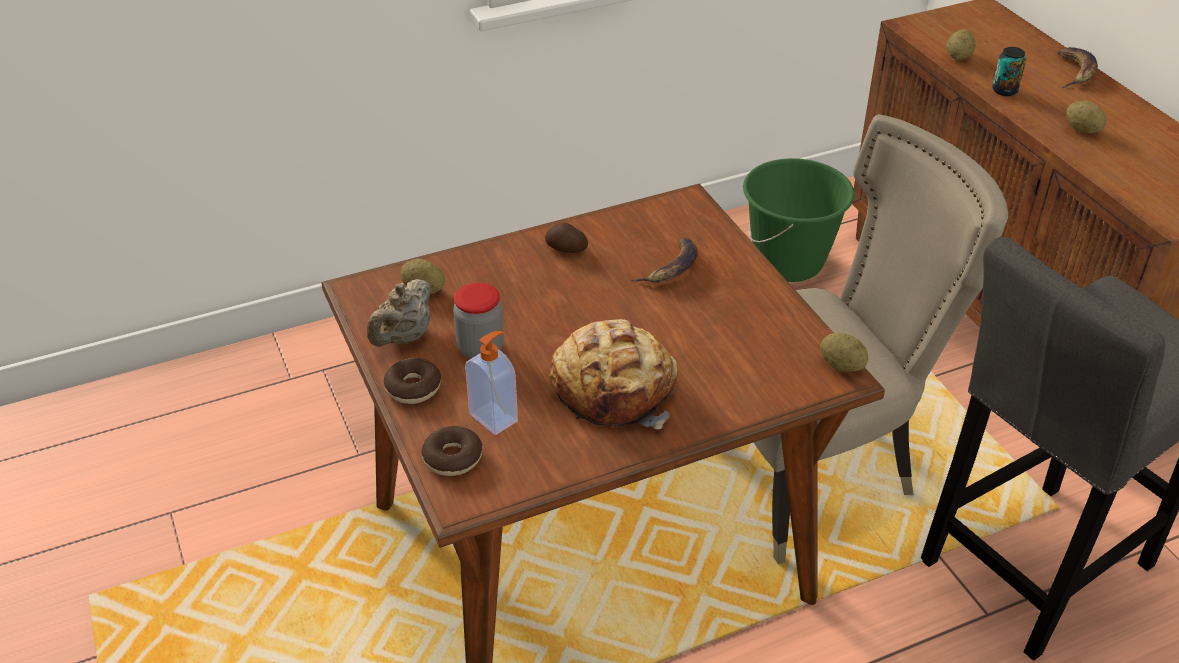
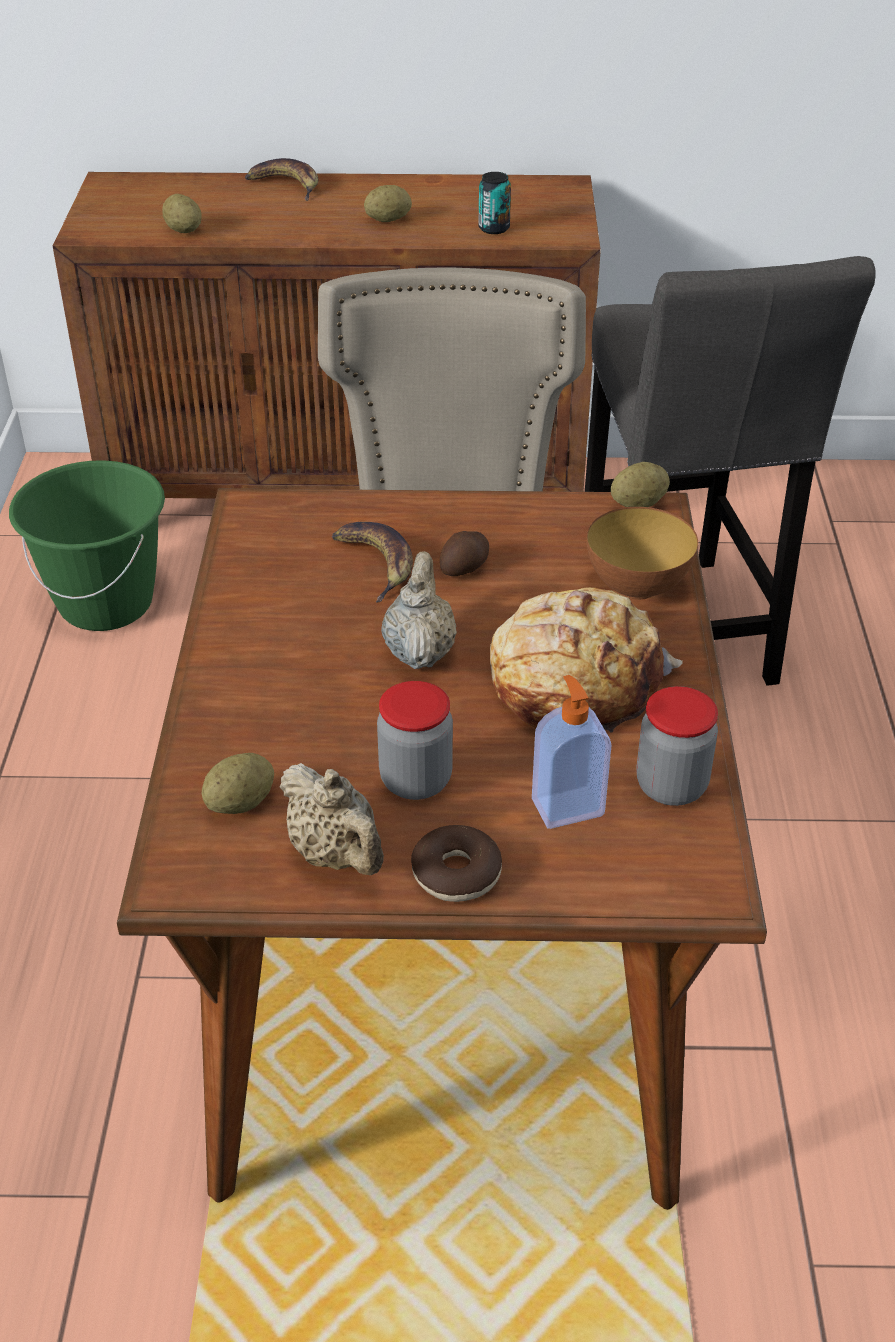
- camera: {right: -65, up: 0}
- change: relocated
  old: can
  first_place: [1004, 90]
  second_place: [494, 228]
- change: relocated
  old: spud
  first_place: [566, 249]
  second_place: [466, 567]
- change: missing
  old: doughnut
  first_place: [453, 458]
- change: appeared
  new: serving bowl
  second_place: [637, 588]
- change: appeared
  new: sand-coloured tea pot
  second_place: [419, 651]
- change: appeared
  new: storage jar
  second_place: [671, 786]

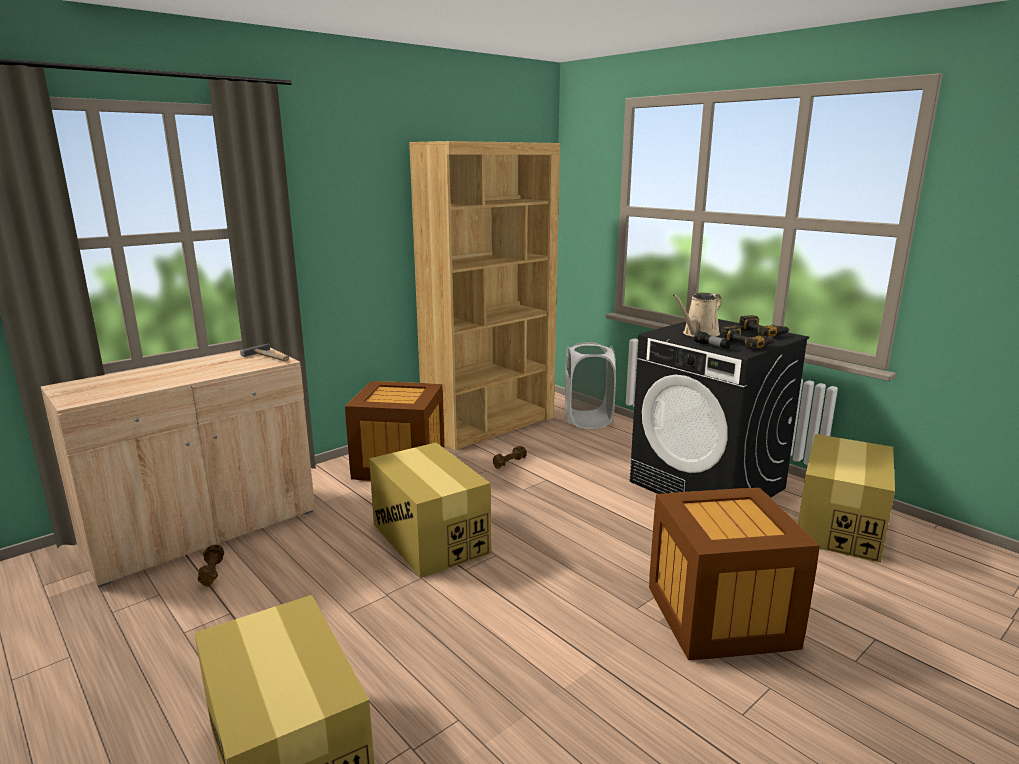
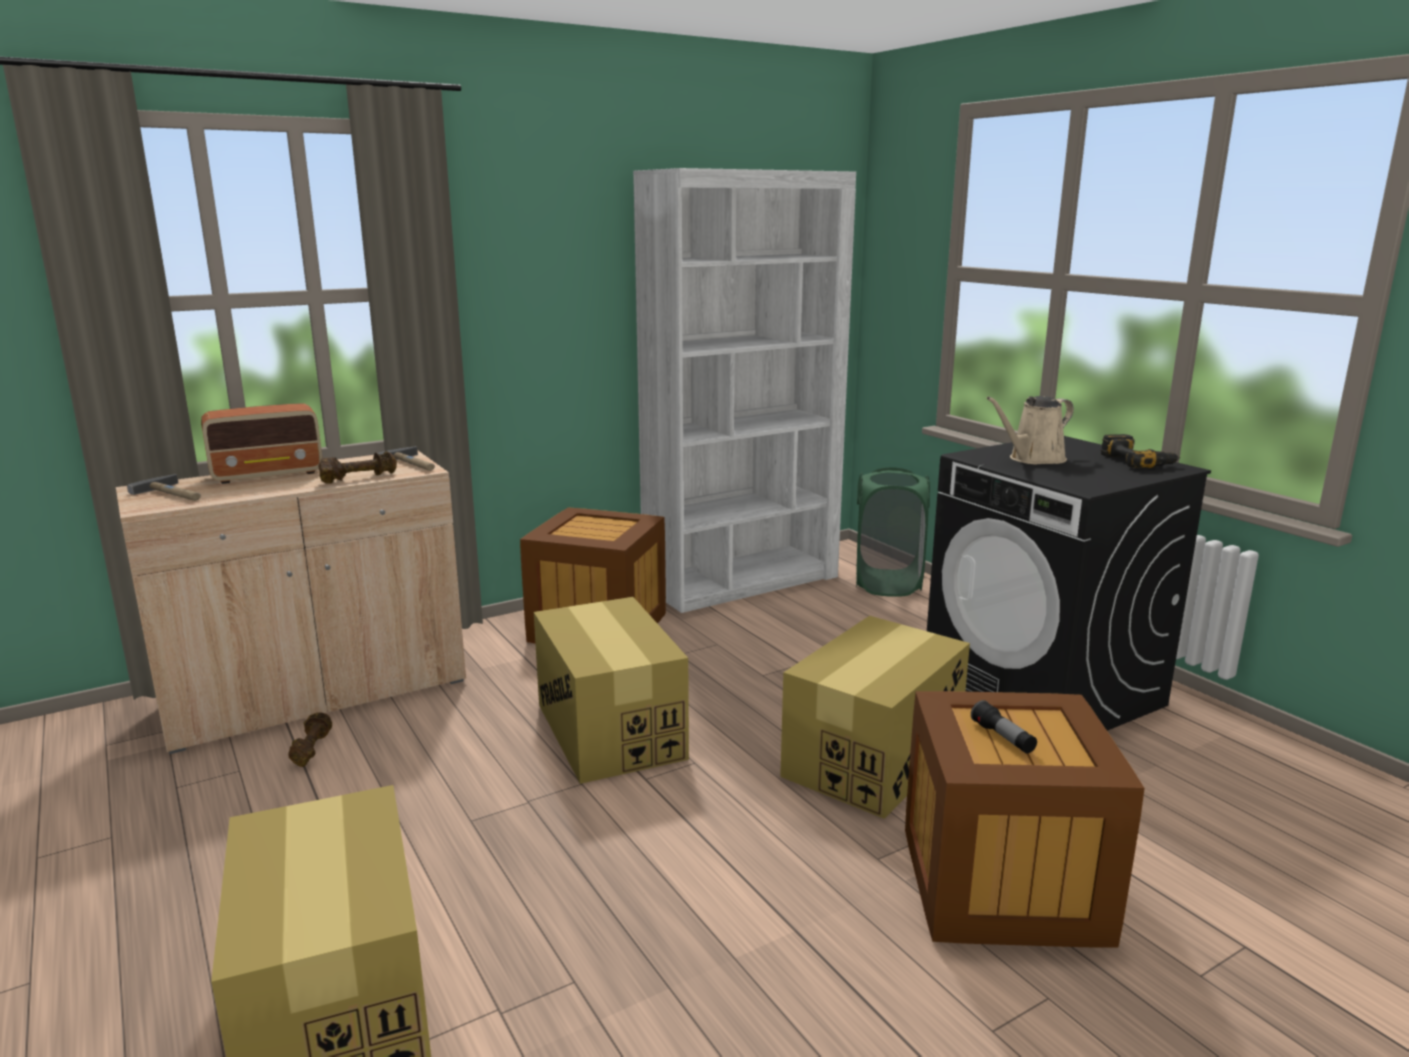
- camera: {right: 10, up: 0}
- change: colour
  old: brown shelving unit
  new: whitish shelving unit
  first_place: [490, 425]
  second_place: [742, 581]
- change: missing
  old: electric drill
  first_place: [747, 343]
- change: relocated
  old: hand torch
  first_place: [711, 346]
  second_place: [1002, 738]
- change: colour
  old: whitish laundry basket
  new: green-coloured laundry basket
  first_place: [588, 420]
  second_place: [888, 583]
- change: relocated
  old: packing box
  first_place: [839, 525]
  second_place: [873, 758]
- change: relocated
  old: brown hand weight
  first_place: [509, 463]
  second_place: [359, 478]
- change: appeared
  new: radio
  second_place: [269, 474]
- change: appeared
  new: tool hammer
  second_place: [174, 494]

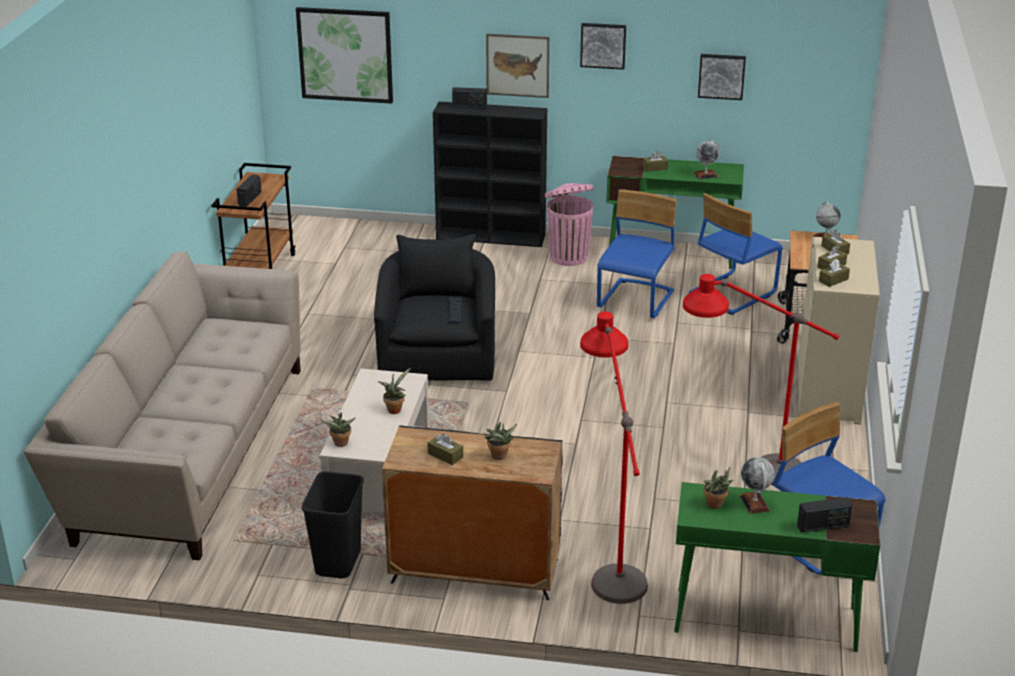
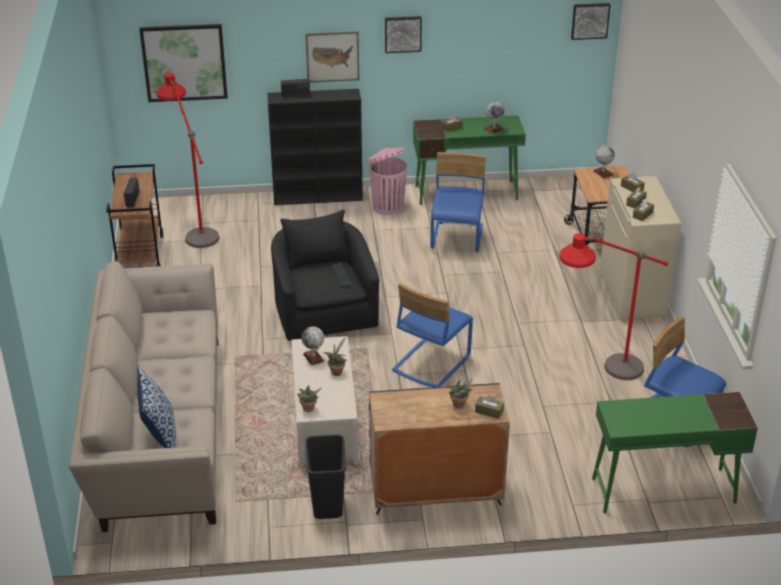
- camera: {right: -15, up: 5}
- change: relocated
  old: picture
  first_place: [721, 76]
  second_place: [590, 20]
- change: relocated
  old: bluish chair
  first_place: [732, 293]
  second_place: [430, 363]
- change: relocated
  old: reddish standard lamp
  first_place: [610, 559]
  second_place: [195, 226]
- change: relocated
  old: brown tissue box
  first_place: [445, 455]
  second_place: [489, 411]
- change: relocated
  old: globe
  first_place: [754, 503]
  second_place: [313, 357]
- change: missing
  old: plant in a pot
  first_place: [716, 505]
- change: missing
  old: radio
  first_place: [823, 526]
- change: appeared
  new: throw pillow
  second_place: [159, 434]

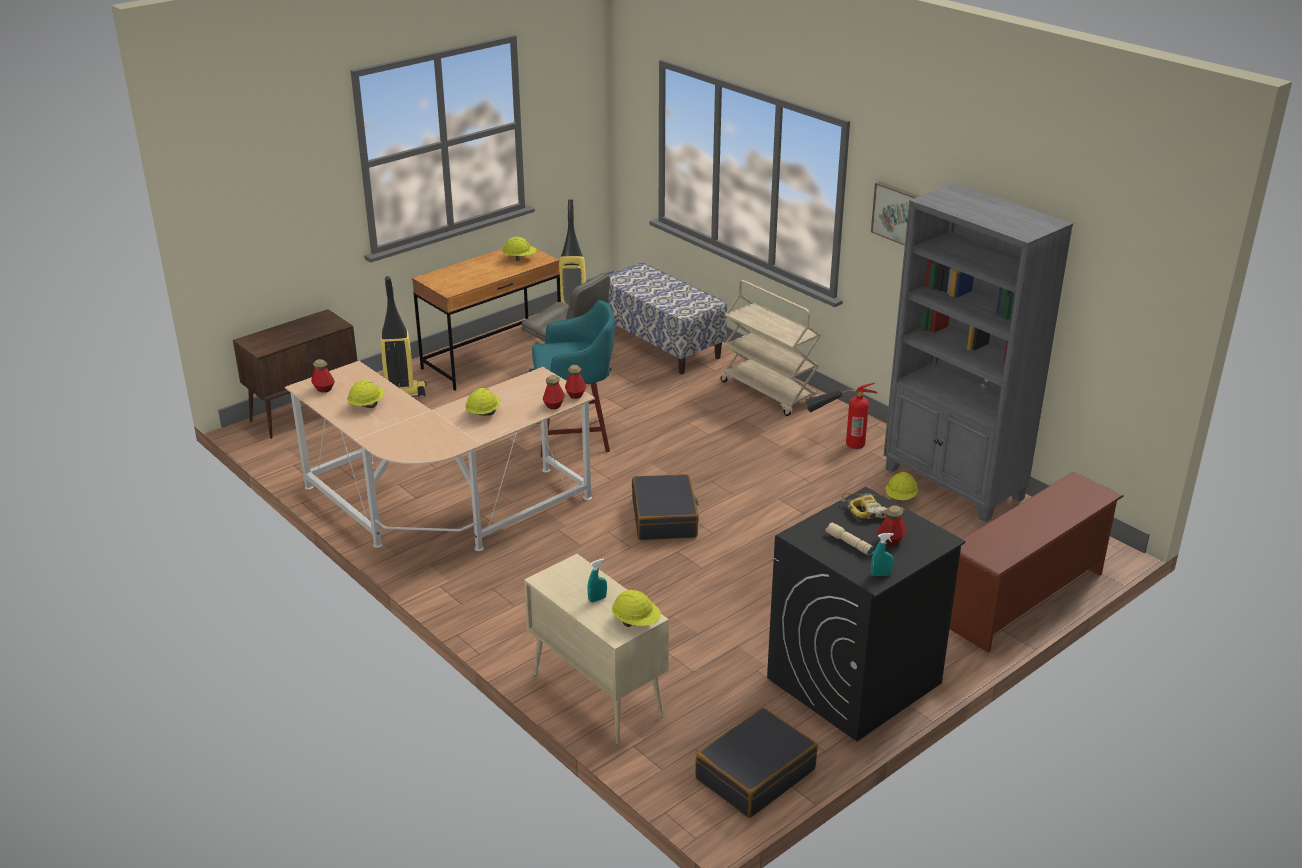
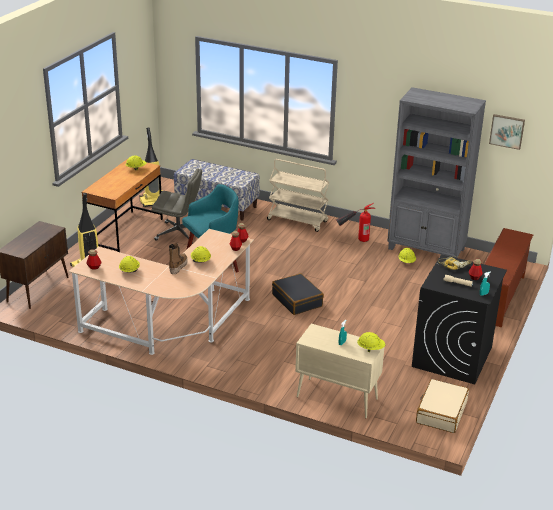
- camera: {right: -25, up: 0}
- change: relocated
  old: picture
  first_place: [897, 213]
  second_place: [507, 131]
- change: colour
  old: black travel case
  new: sand-coloured travel case
  first_place: [755, 774]
  second_place: [441, 412]
- change: appeared
  new: high-top boot
  second_place: [178, 266]

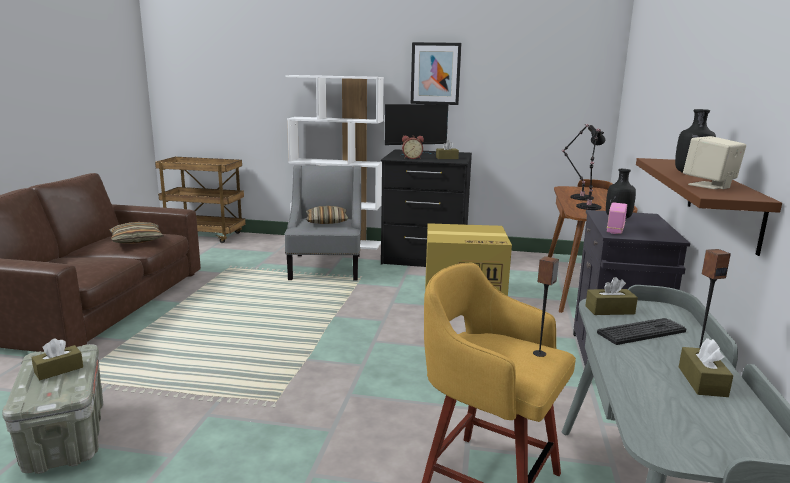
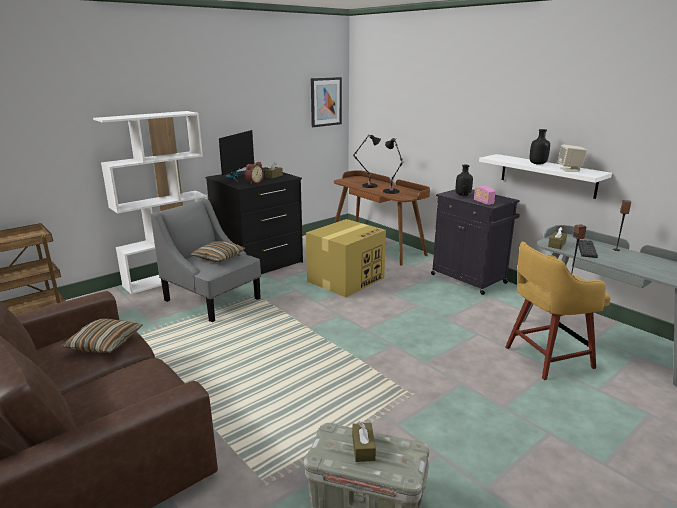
- camera: {right: -50, up: 5}
- change: relocated
  old: picture
  first_place: [435, 73]
  second_place: [326, 102]
- change: colour
  old: brown wall shelf
  new: whitish wall shelf
  first_place: [723, 202]
  second_place: [547, 175]
- change: missing
  old: brown tissue box
  first_place: [702, 381]

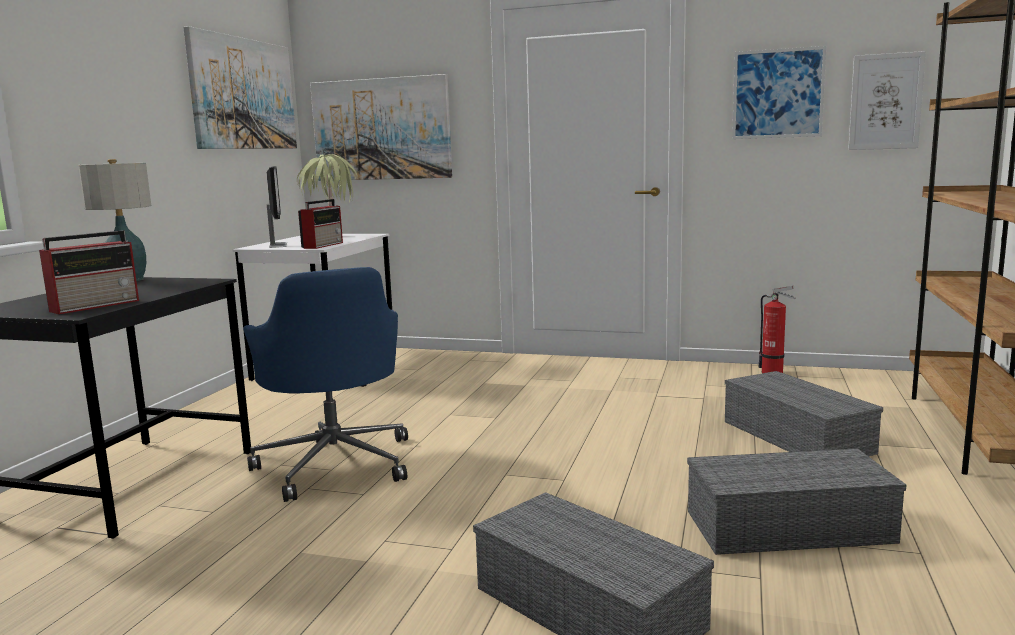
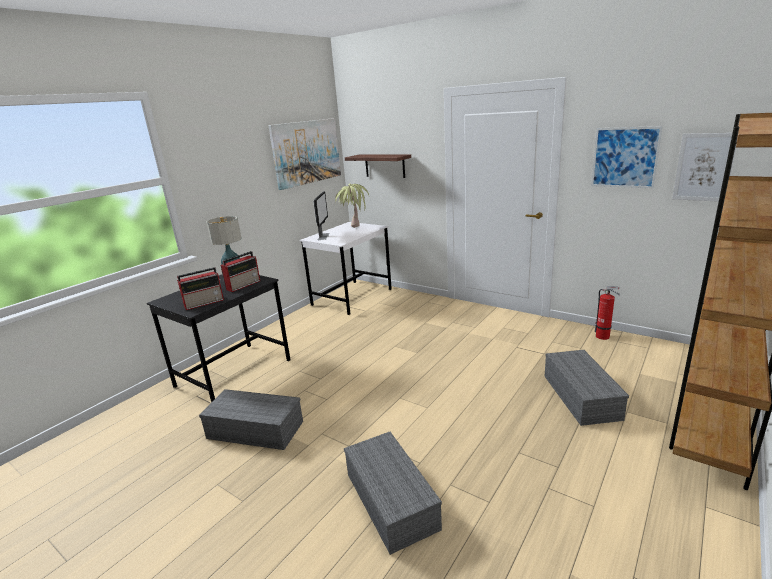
- camera: {right: 20, up: 10}
- change: exchanged
  old: picture
  new: wall shelf
  first_place: [381, 129]
  second_place: [384, 165]
- change: relocated
  old: radio
  first_place: [323, 245]
  second_place: [244, 285]
- change: missing
  old: bluish desk chair
  first_place: [336, 463]
- change: relocated
  old: grey storage bin
  first_place: [786, 528]
  second_place: [253, 430]

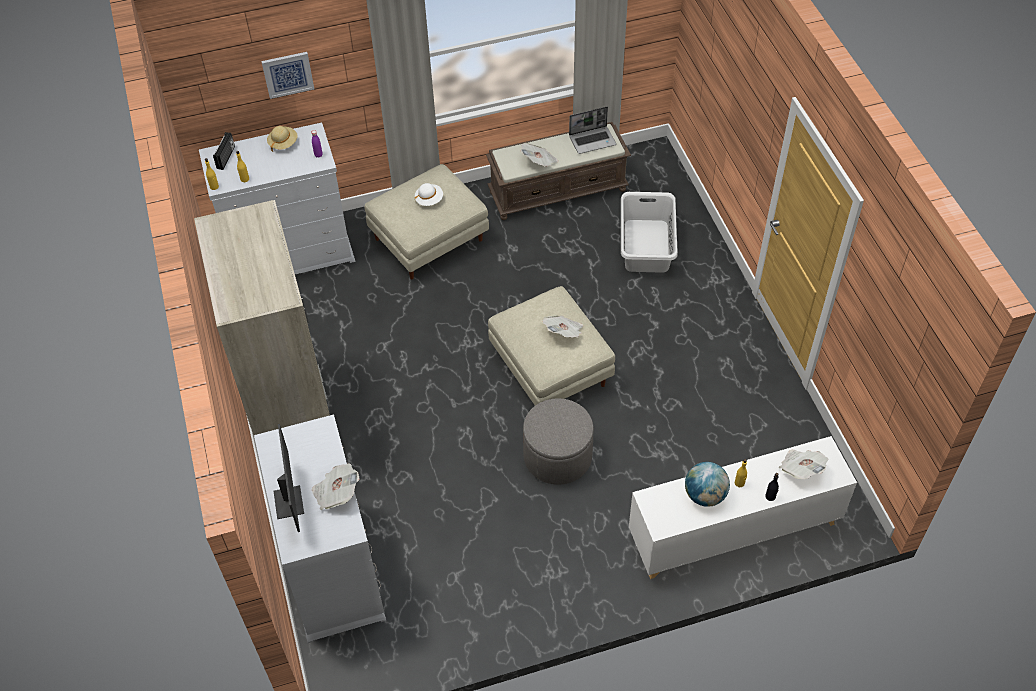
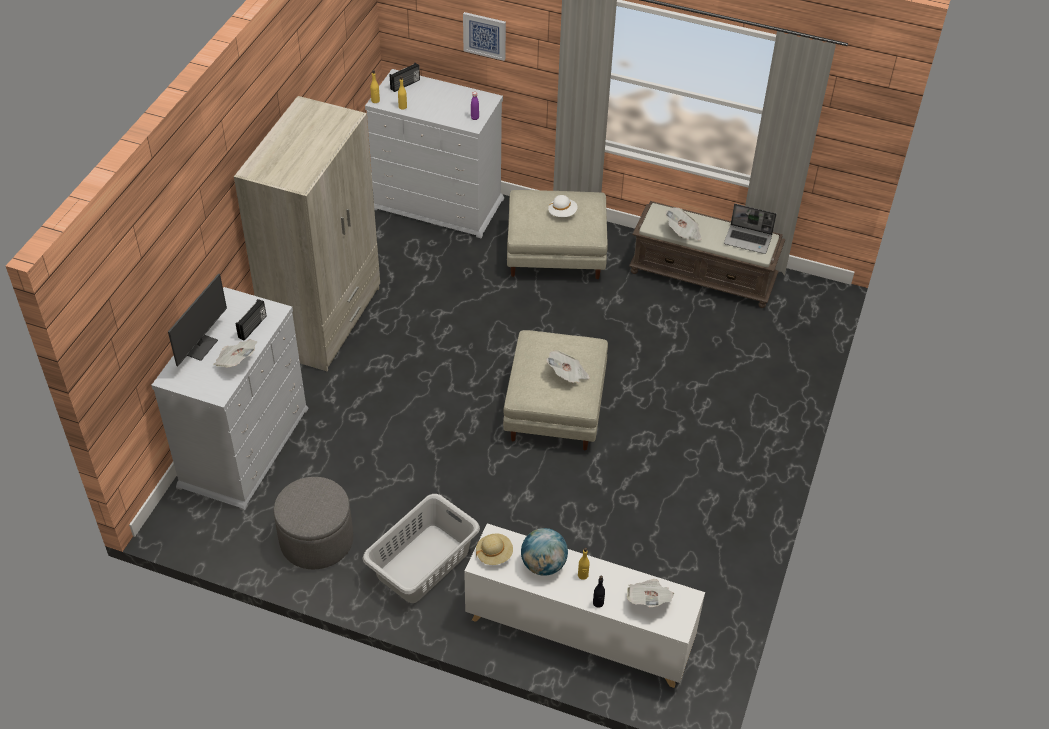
- camera: {right: 35, up: -5}
- change: relocated
  old: sand-coloured hat
  first_place: [283, 143]
  second_place: [494, 554]
- change: relocated
  old: grey laundry basket
  first_place: [646, 246]
  second_place: [422, 564]
- change: relocated
  old: grey pouffe
  first_place: [557, 456]
  second_place: [316, 540]
- change: appeared
  new: radio
  second_place: [253, 327]

